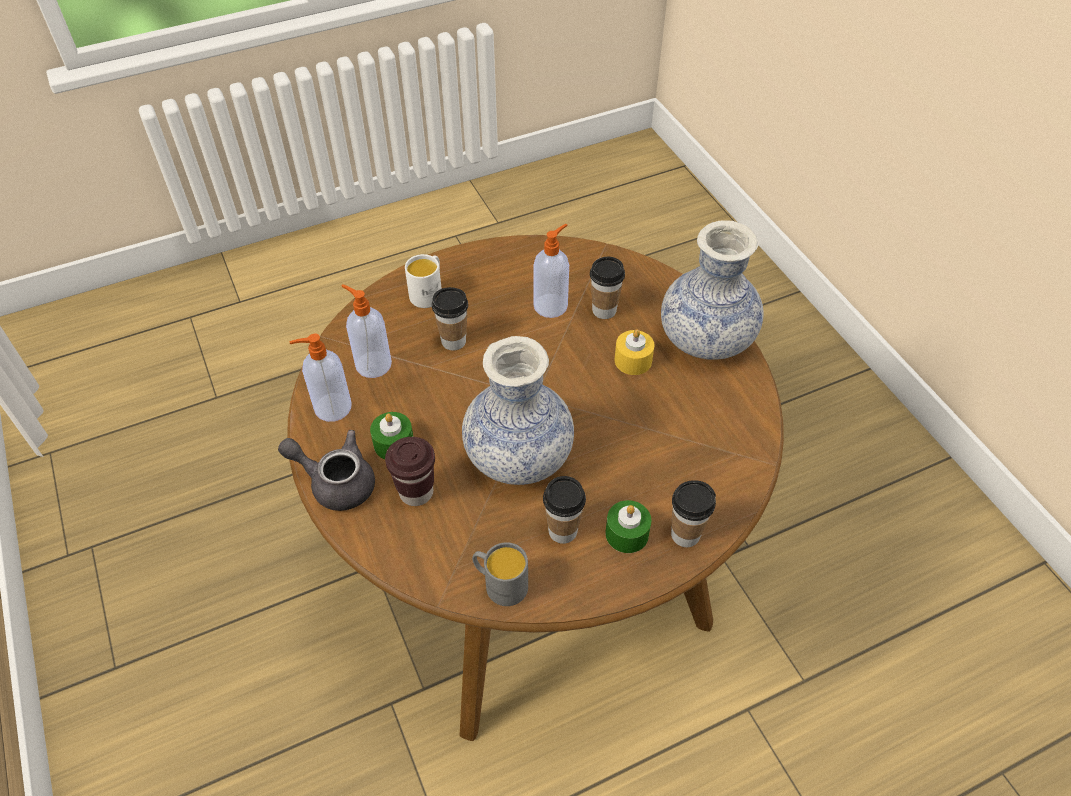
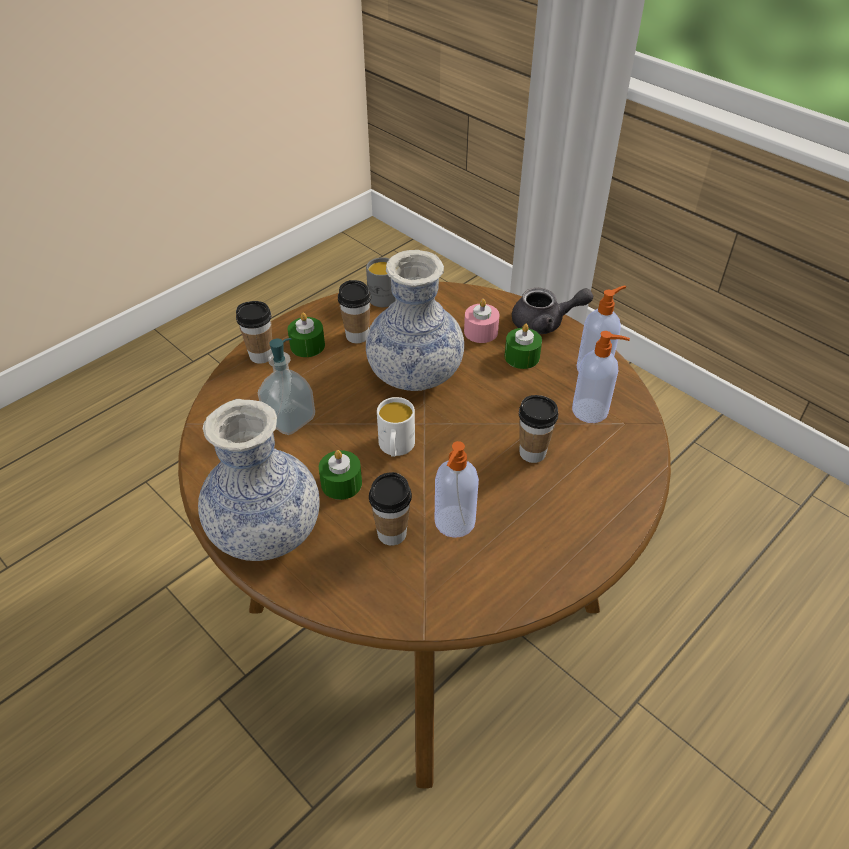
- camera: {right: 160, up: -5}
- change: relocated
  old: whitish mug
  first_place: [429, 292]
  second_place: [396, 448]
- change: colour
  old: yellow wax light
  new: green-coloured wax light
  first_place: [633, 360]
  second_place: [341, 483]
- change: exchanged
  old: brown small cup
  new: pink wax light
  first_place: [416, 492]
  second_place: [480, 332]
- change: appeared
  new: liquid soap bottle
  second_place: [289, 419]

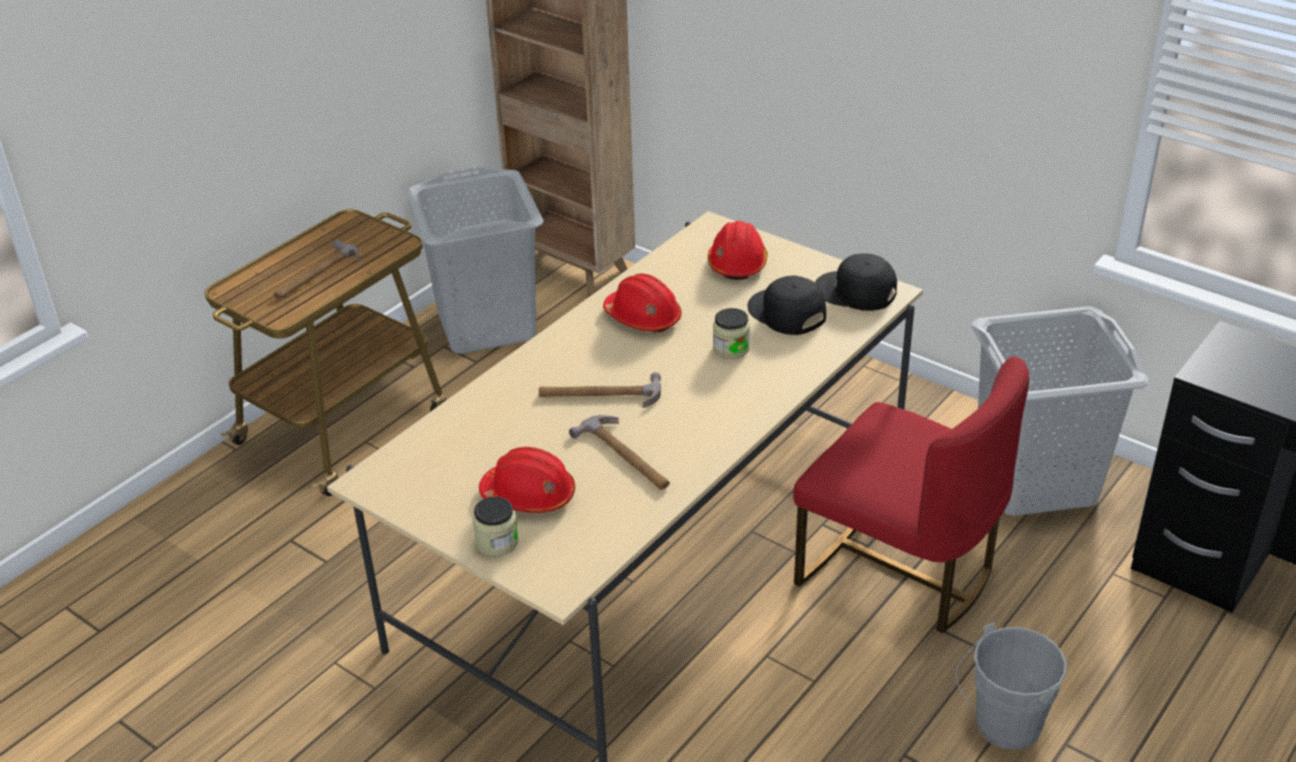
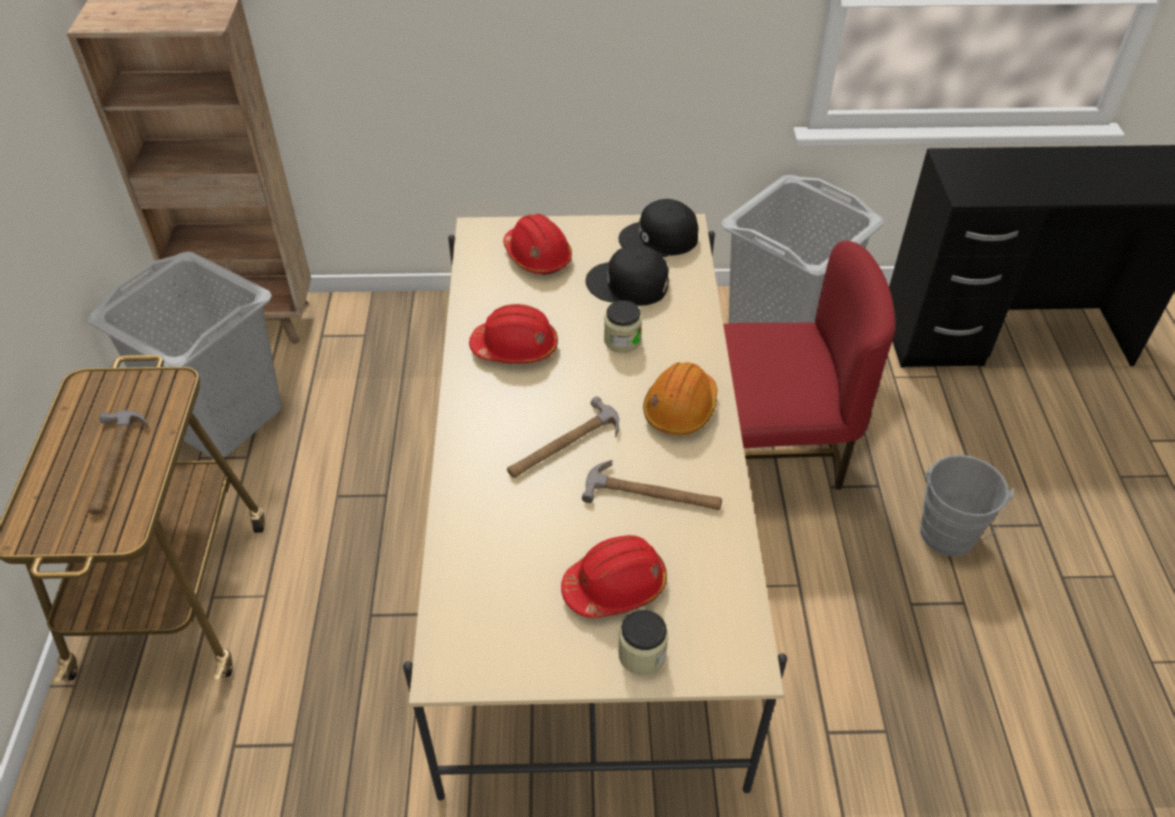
- camera: {right: -40, up: 10}
- change: appeared
  new: orangey hard hat
  second_place: [680, 408]

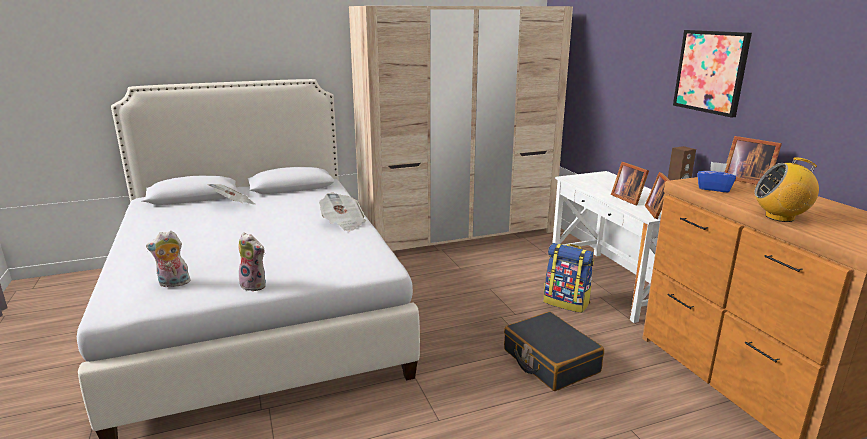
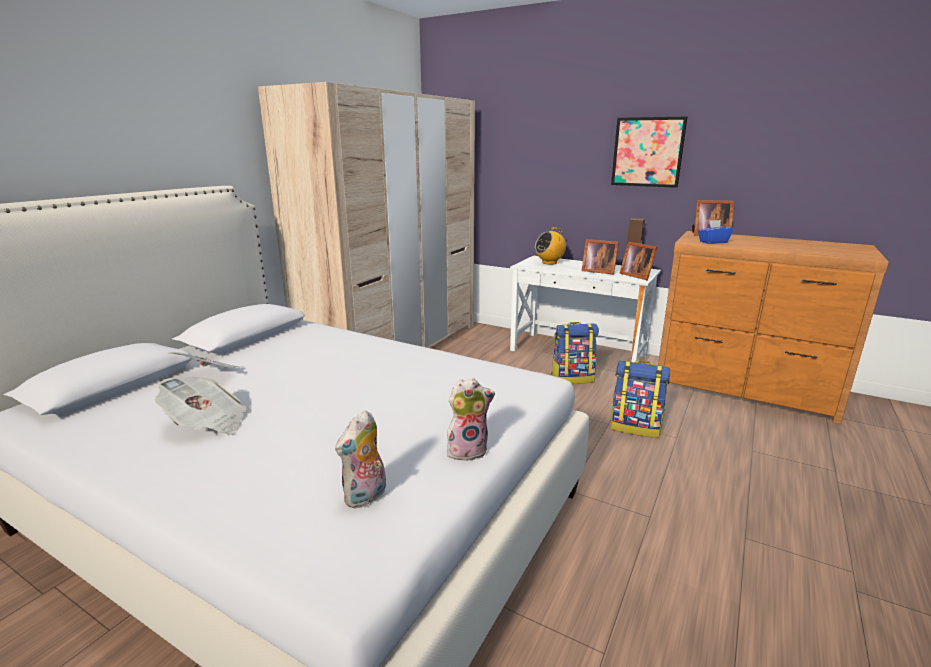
- camera: {right: -40, up: 0}
- change: relocated
  old: radio
  first_place: [780, 217]
  second_place: [549, 262]
- change: relocated
  old: newspaper
  first_place: [343, 223]
  second_place: [207, 424]
- change: exchanged
  old: black travel case
  new: rucksack
  first_place: [550, 361]
  second_place: [635, 427]

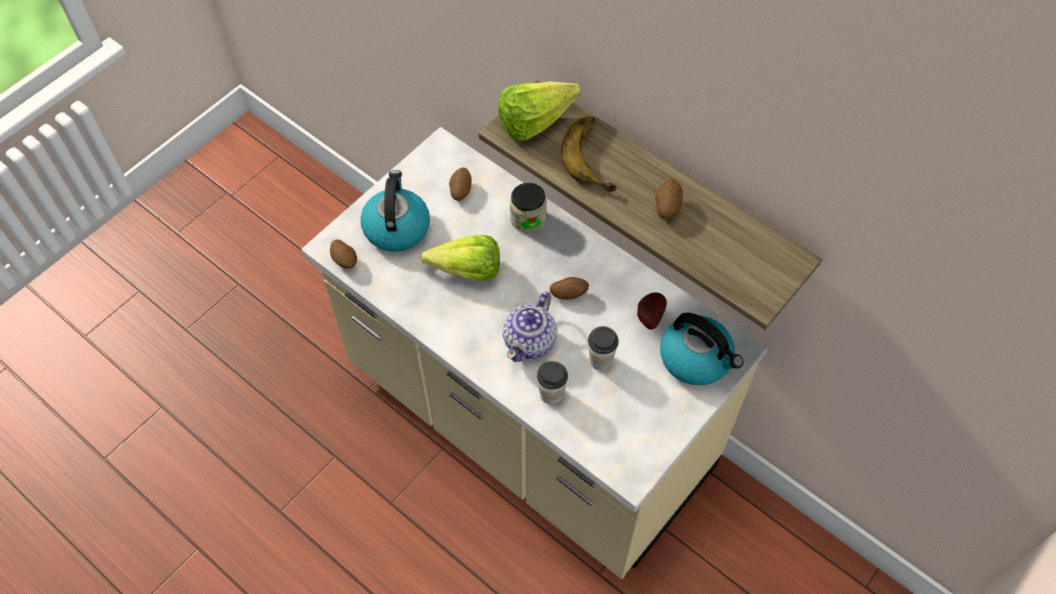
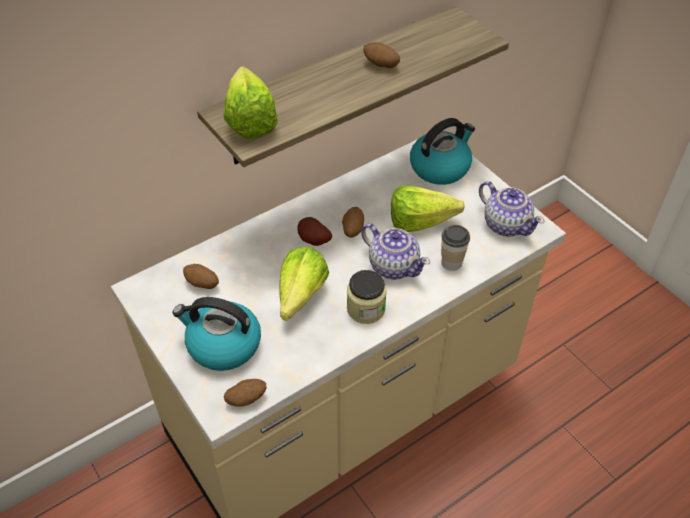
- camera: {right: -75, up: -10}
- change: missing
  old: banana fruit
  first_place: [596, 156]
- change: relocated
  old: storage jar
  first_place: [528, 218]
  second_place: [366, 309]
- change: relocated
  old: spud
  first_place: [648, 316]
  second_place: [313, 241]
- change: exchanged
  old: small cup
  new: lettuce head
  first_place: [600, 360]
  second_place: [426, 223]
- change: appeared
  new: tea pot
  second_place: [506, 224]

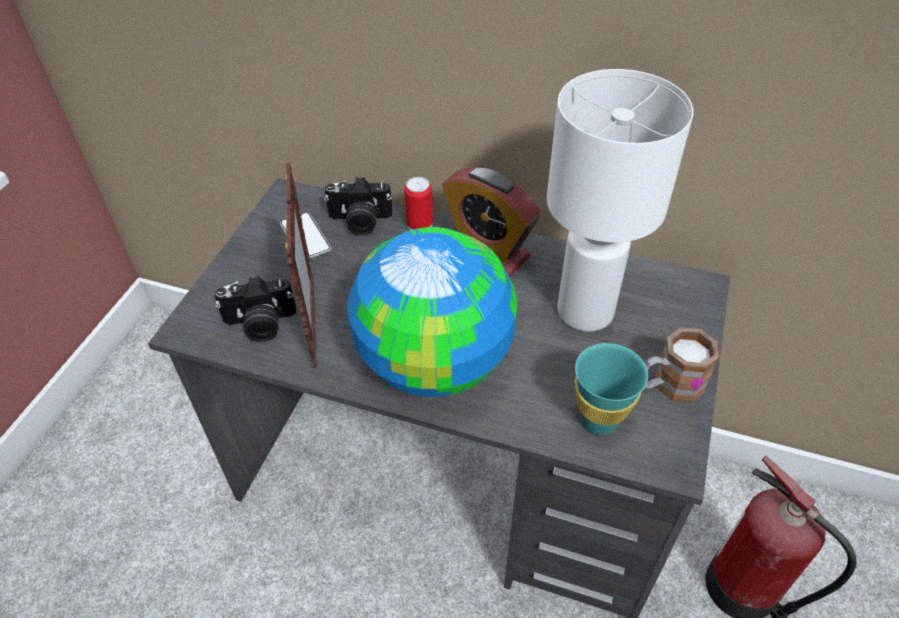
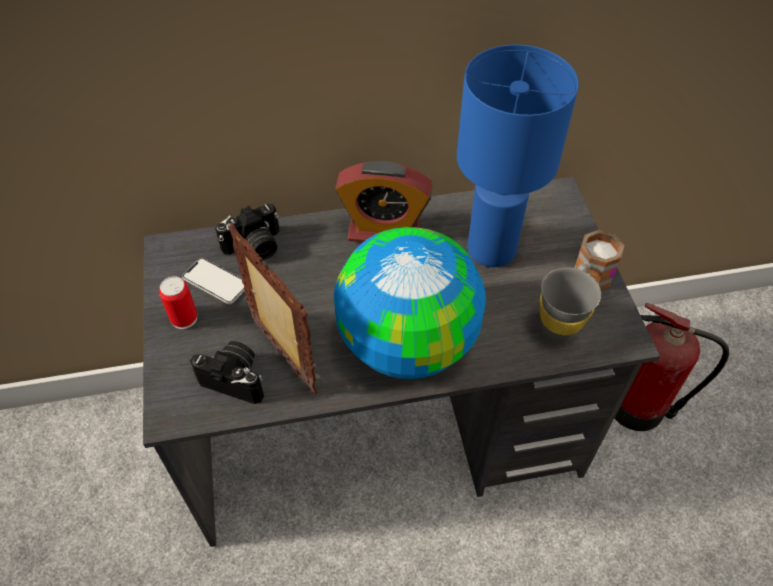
- camera: {right: -30, up: 5}
- change: colour
  old: whitish tabletop lamp
  new: bluish tabletop lamp
  first_place: [585, 313]
  second_place: [492, 250]
- change: relocated
  old: can
  first_place: [419, 225]
  second_place: [184, 318]
- change: spun
  old: still camera
  first_place: [260, 324]
  second_place: [236, 378]
  degrees: -120
- change: colour
  old: blue-green small cup
  new: grey small cup
  first_place: [598, 420]
  second_place: [557, 331]

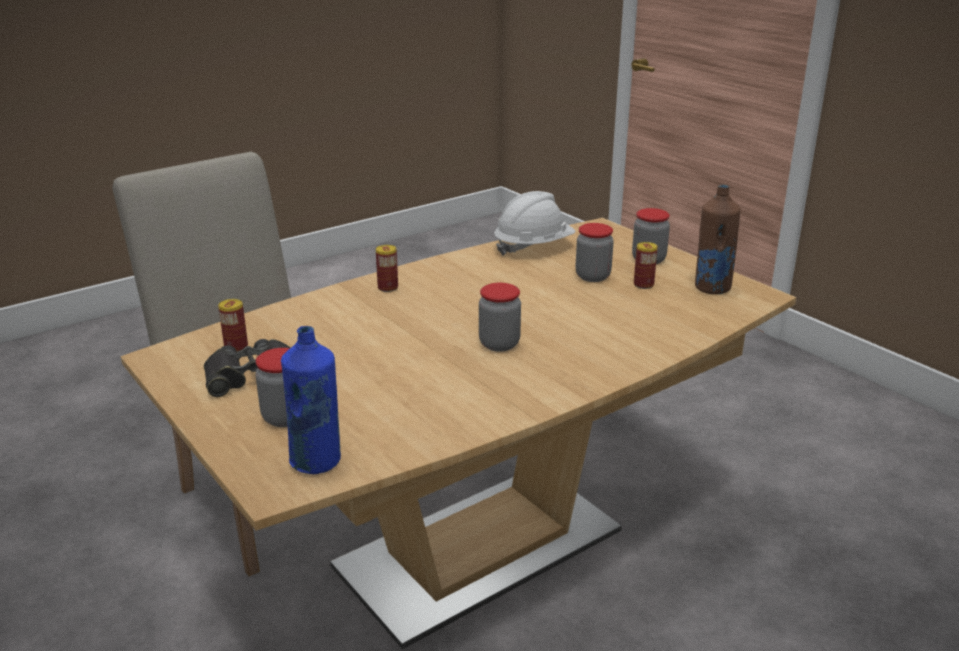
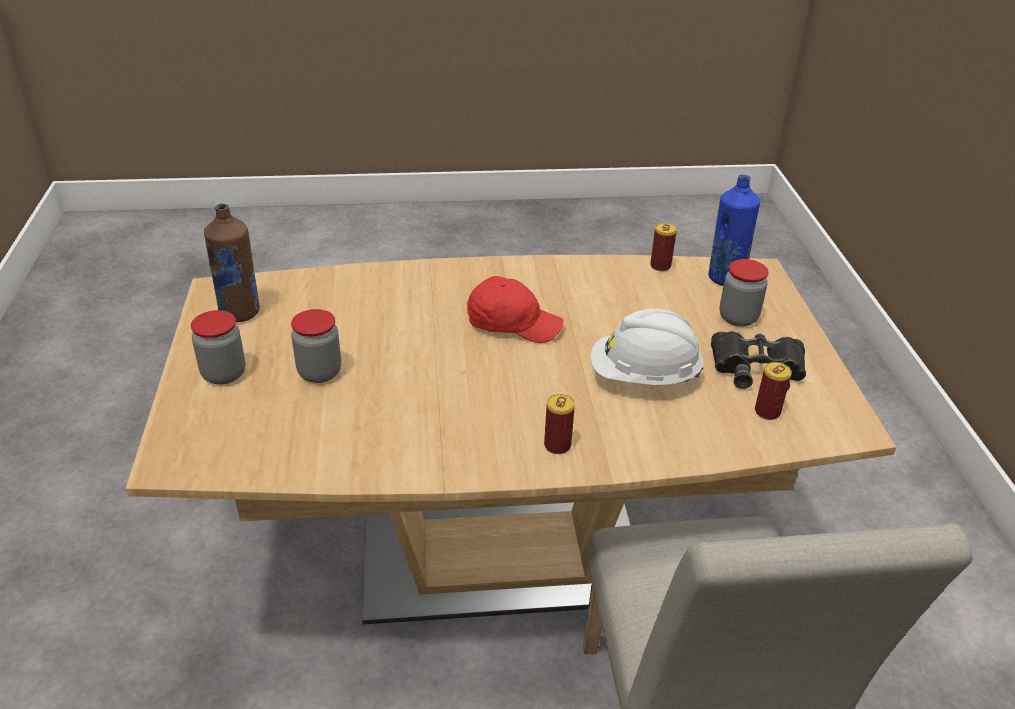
- camera: {right: -150, up: 10}
- change: relocated
  old: whitish hard hat
  first_place: [533, 247]
  second_place: [643, 377]
- change: relocated
  old: can
  first_place: [643, 285]
  second_place: [660, 266]
- change: exchanged
  old: storage jar
  new: reddish baseball cap
  first_place: [499, 344]
  second_place: [513, 324]

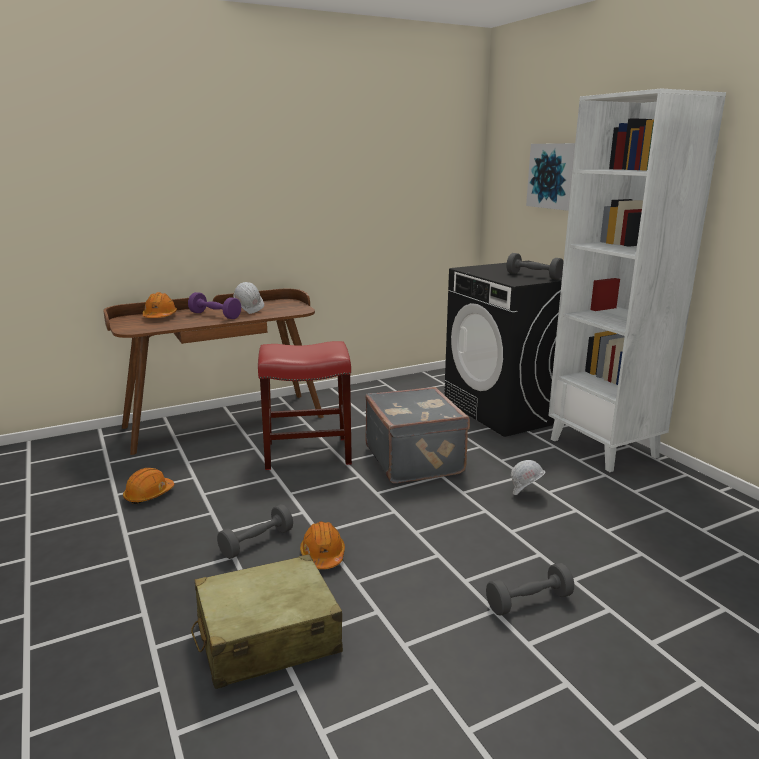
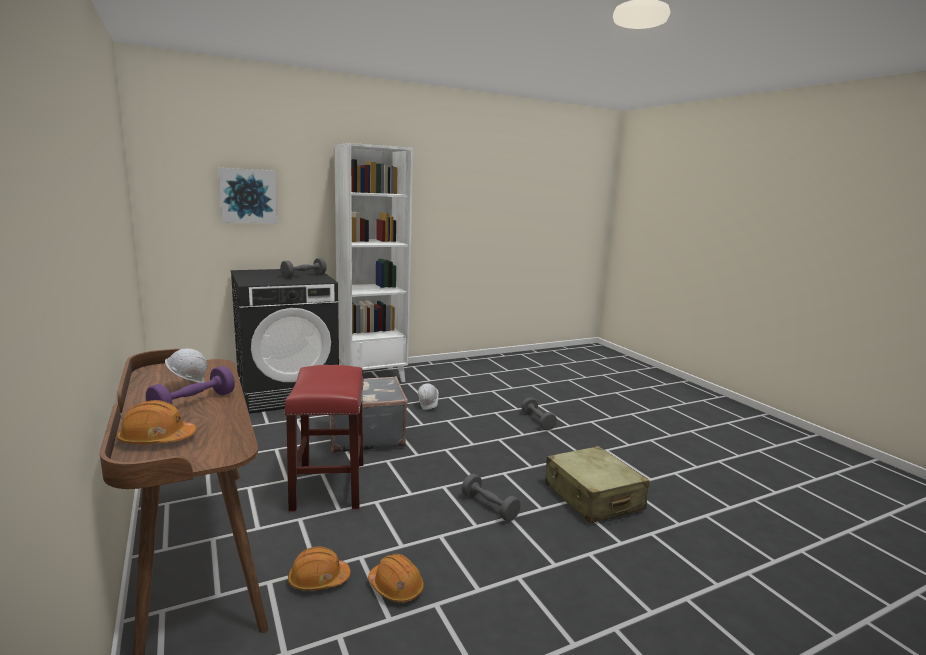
- camera: {right: -90, up: -5}
- change: relocated
  old: orangey hard hat
  first_place: [323, 555]
  second_place: [318, 579]

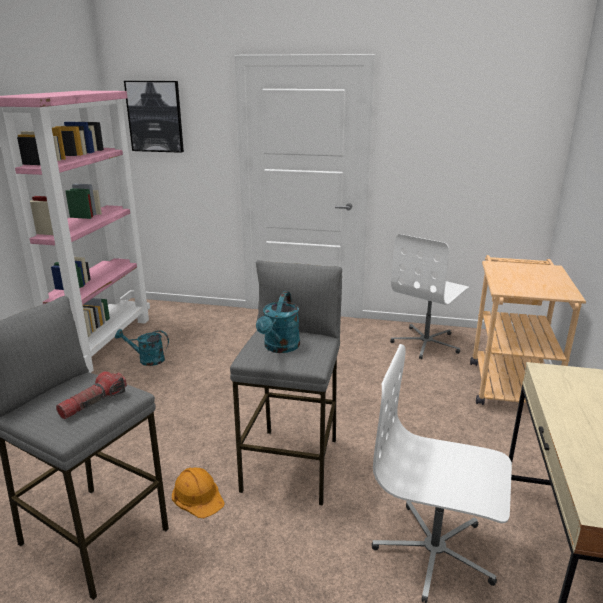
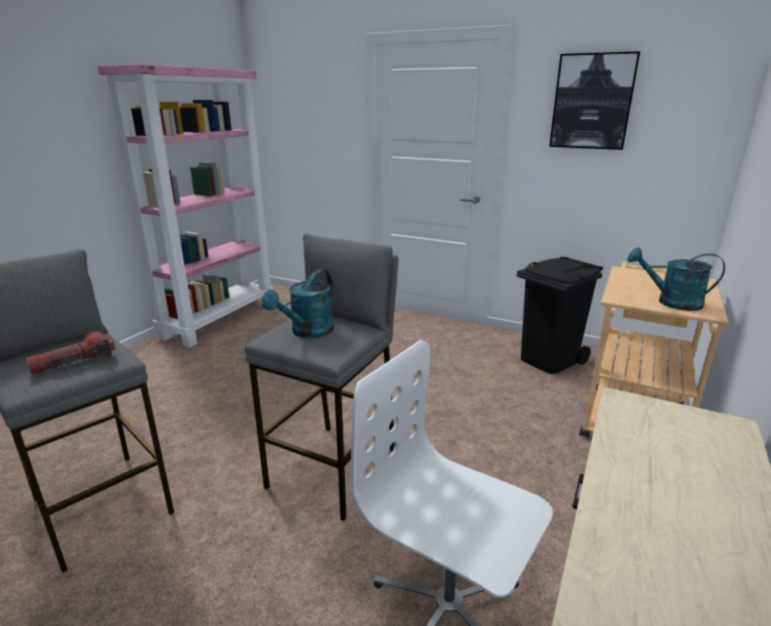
- camera: {right: 15, up: 0}
- change: relocated
  old: picture
  first_place: [155, 116]
  second_place: [592, 102]
- change: exchanged
  old: whitish desk chair
  new: black waste bin
  first_place: [426, 343]
  second_place: [547, 359]
- change: relocated
  old: blue-green sprinkling can
  first_place: [147, 360]
  second_place: [671, 302]
- change: missing
  old: orangey hard hat
  first_place: [198, 496]

